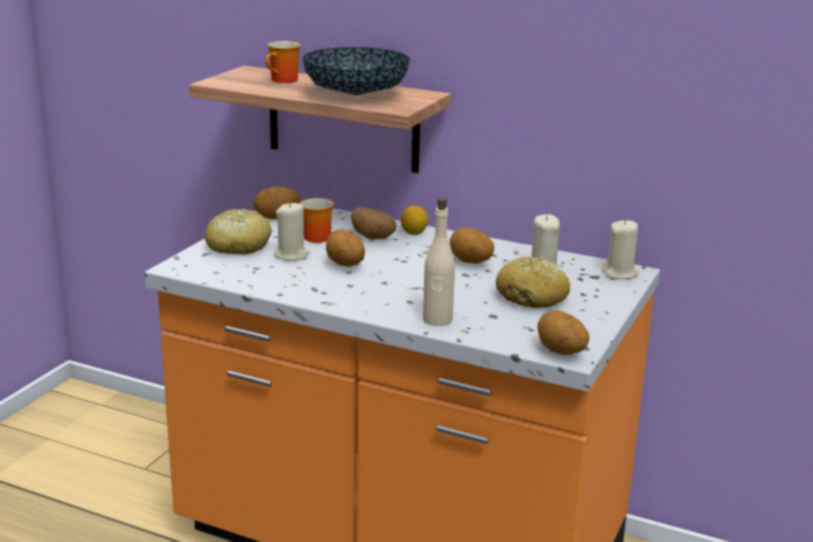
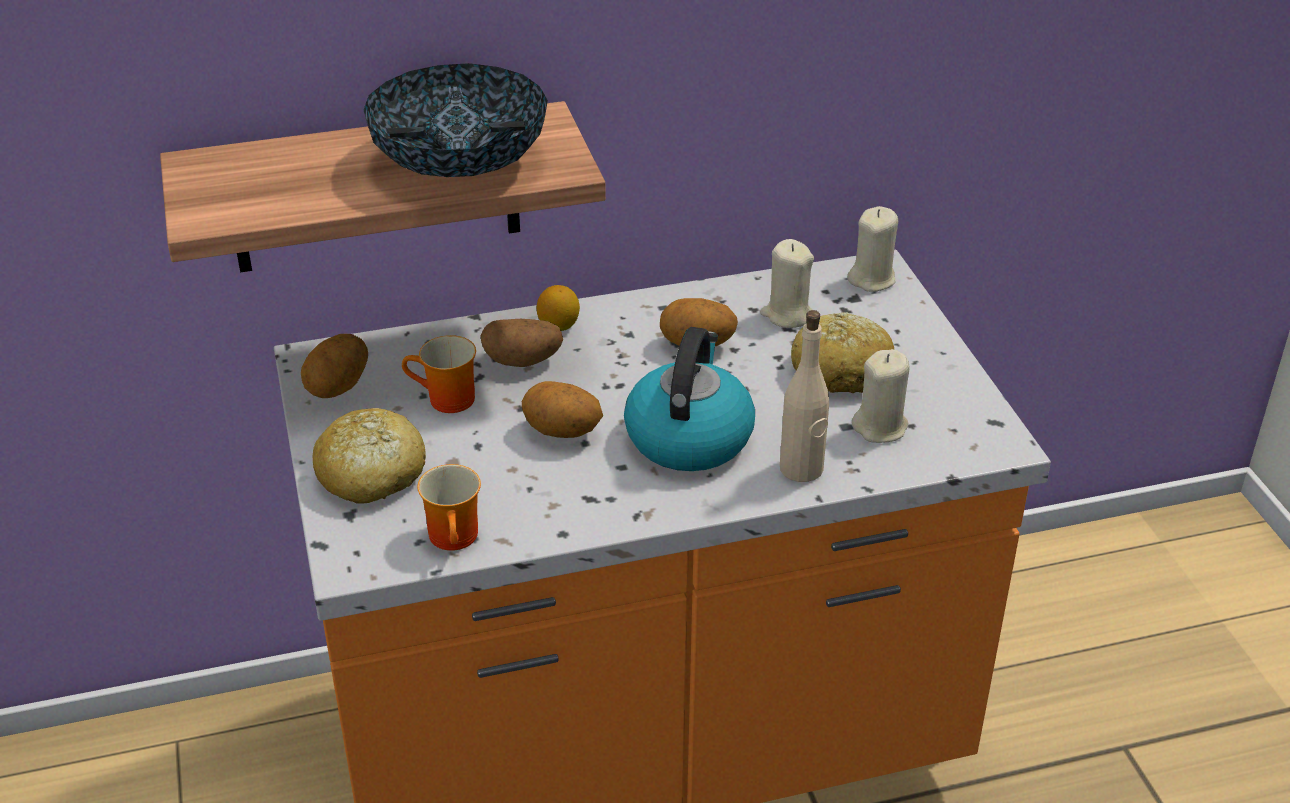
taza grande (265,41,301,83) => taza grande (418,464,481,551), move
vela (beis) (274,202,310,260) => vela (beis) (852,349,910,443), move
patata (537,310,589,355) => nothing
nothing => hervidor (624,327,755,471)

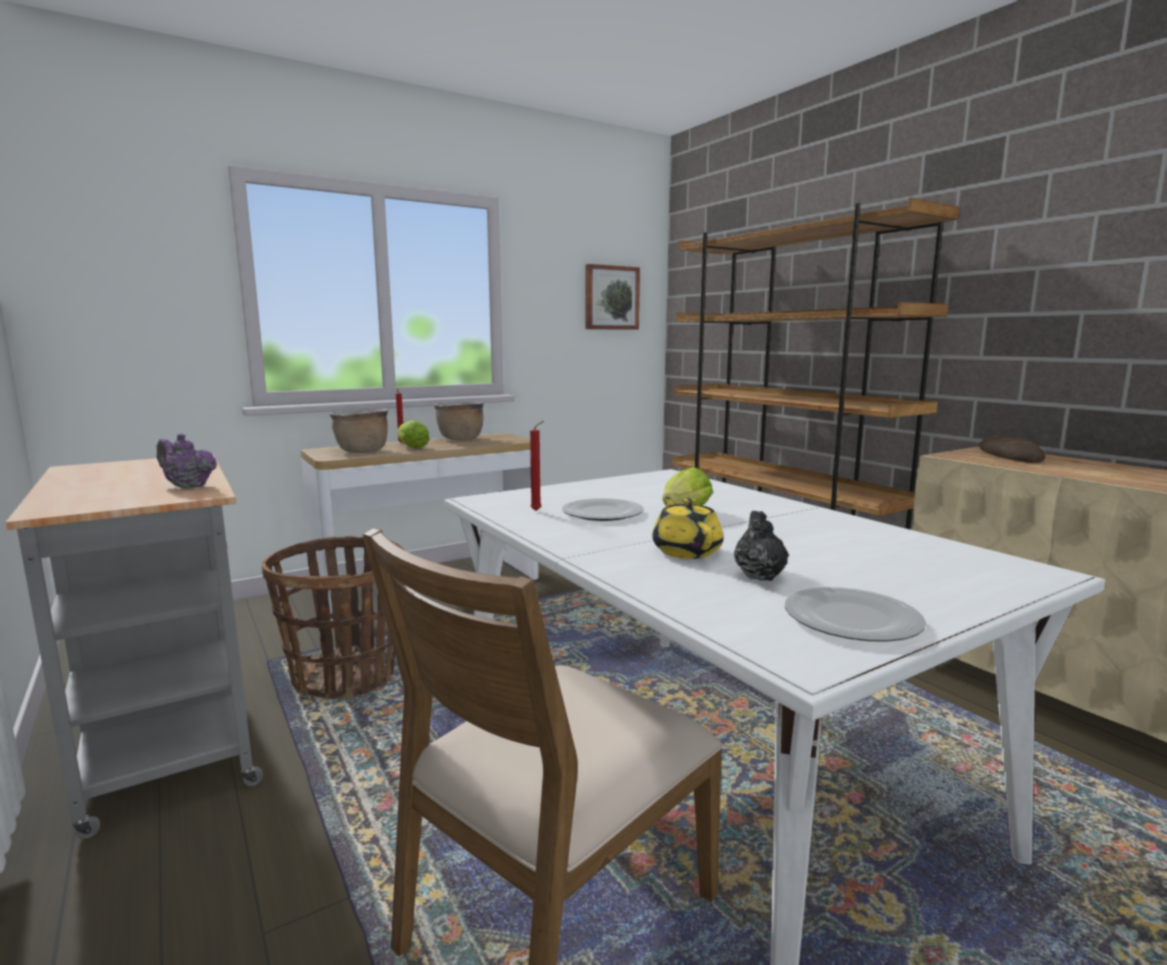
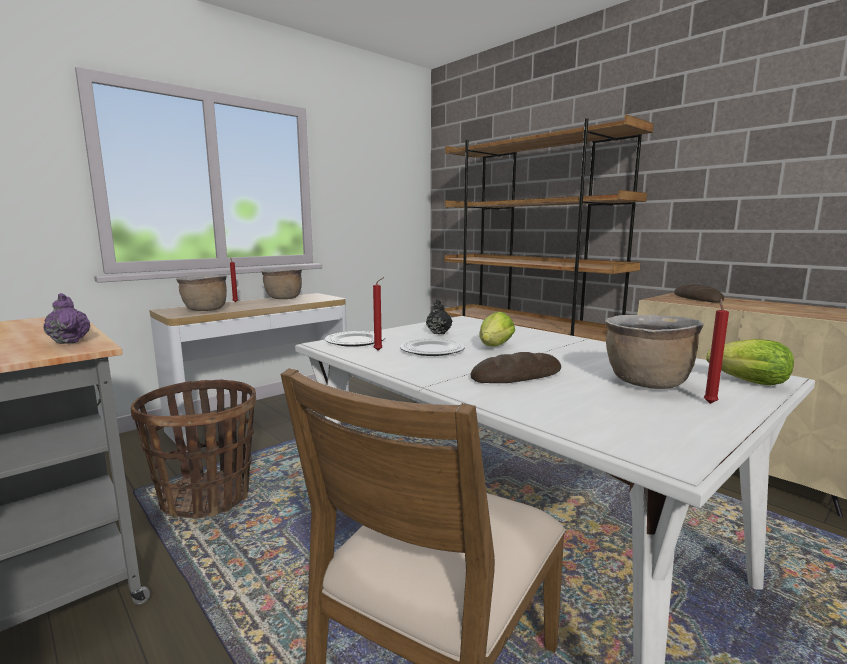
cuadro (586,264,640,330) => nothing
lechuga (397,420,430,449) => lechuga (706,339,794,385), move
tetera (morado) (157,434,217,489) => tetera (morado) (44,293,90,344), 45 degrees clockwise
tetera (amarillo) (652,497,723,559) => pan (471,352,561,383)
tetera (negro) (734,511,789,581) => tetera (negro) (426,300,452,334), move
plato (785,587,926,642) => plato (325,331,386,347), move
nothing => vela (rojo) (703,299,729,404)
nothing => olla (marrón) (605,315,704,389)

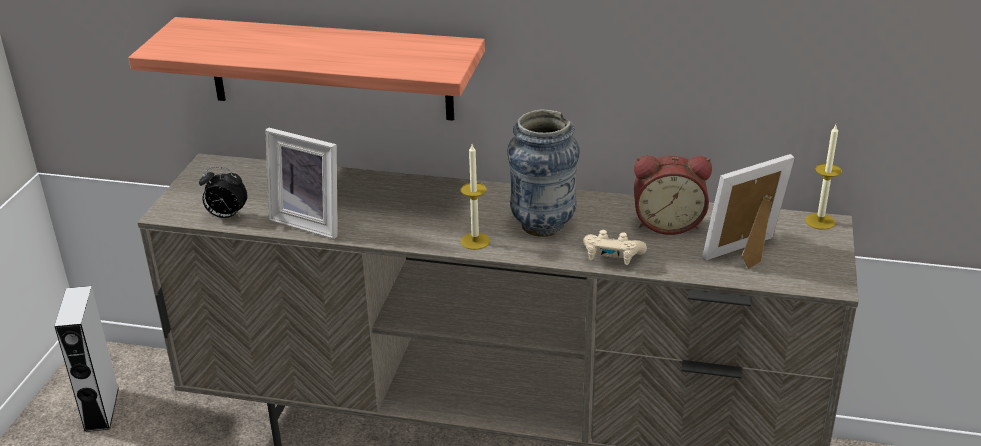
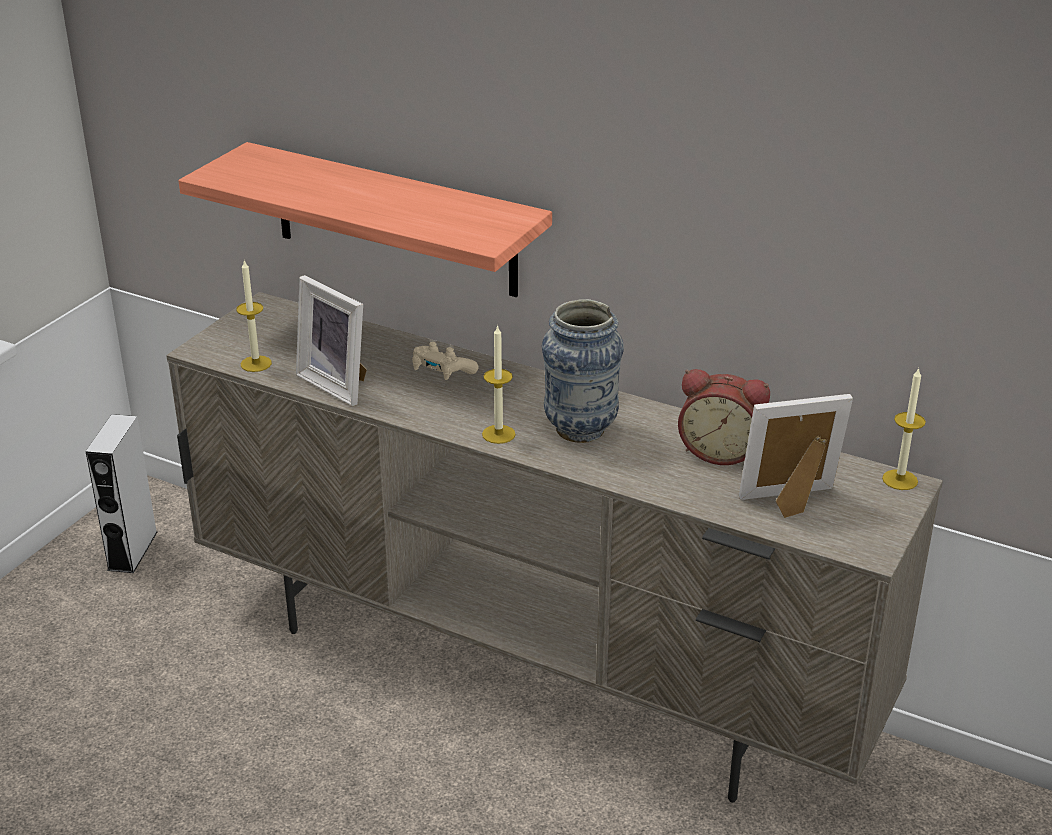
despertador (199,167,248,218) => vela (236,259,272,372)
mando de consola (beis) (583,230,647,265) => mando de consola (beis) (412,342,478,380), move

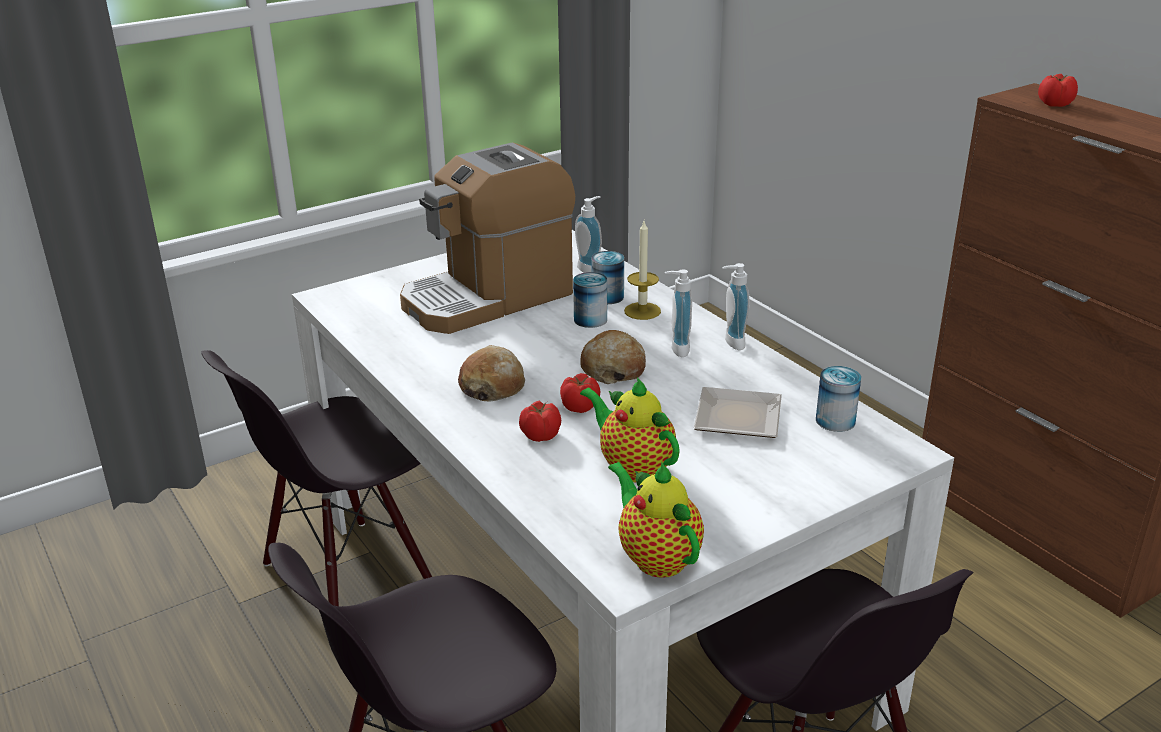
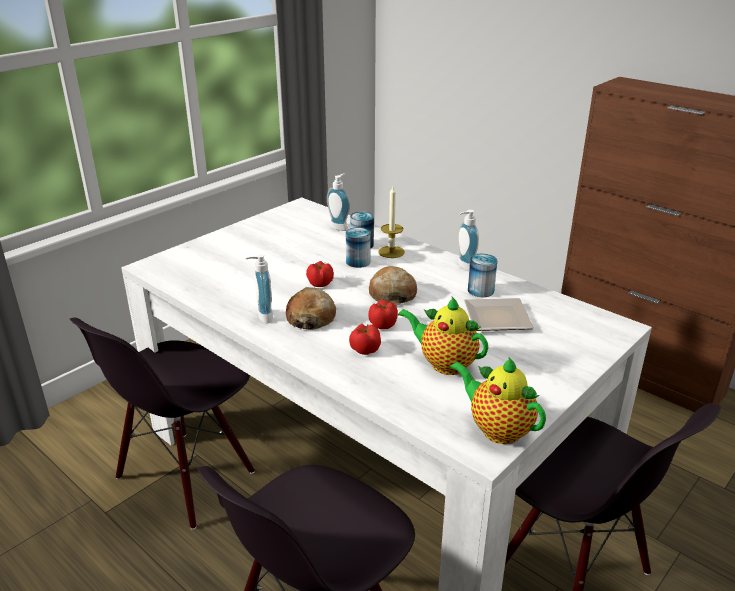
tomate (1038,74,1078,107) => tomate (306,261,334,287), move
cafetera (400,142,575,334) => nothing
dispensador de jabón (665,269,692,357) => dispensador de jabón (246,254,273,323), move
lata (816,366,861,432) => lata (468,254,497,297), move

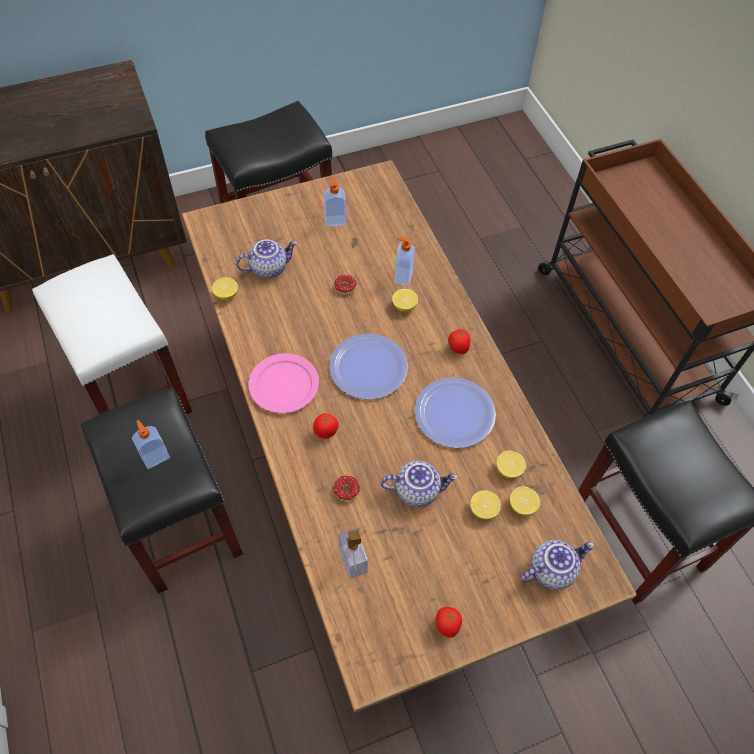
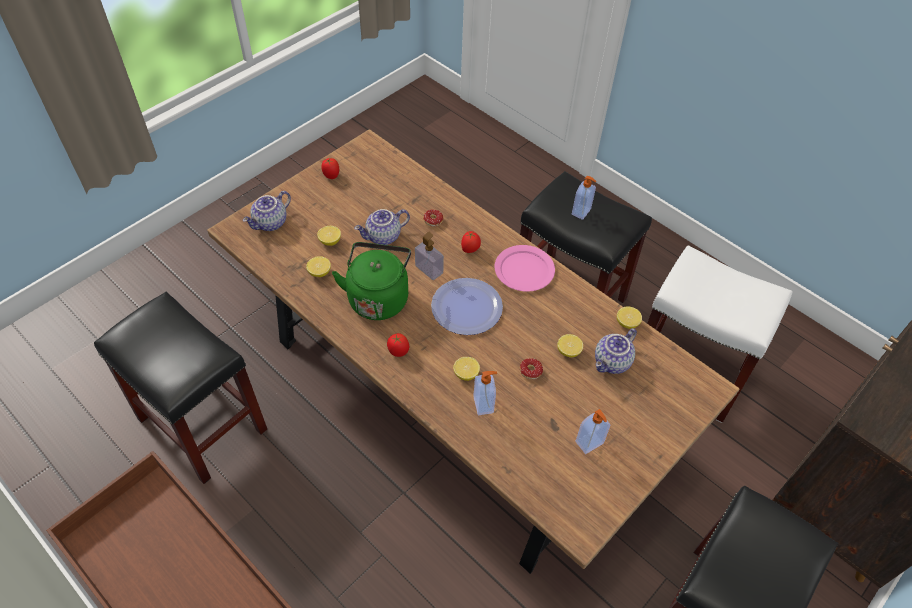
plato (414,377,496,448) => hervidor (verde) (332,242,411,320)
limón (510,486,540,516) => limón (557,334,583,358), move
dispensador de jabón (339,529,368,578) => dispensador de jabón (415,232,444,280), move

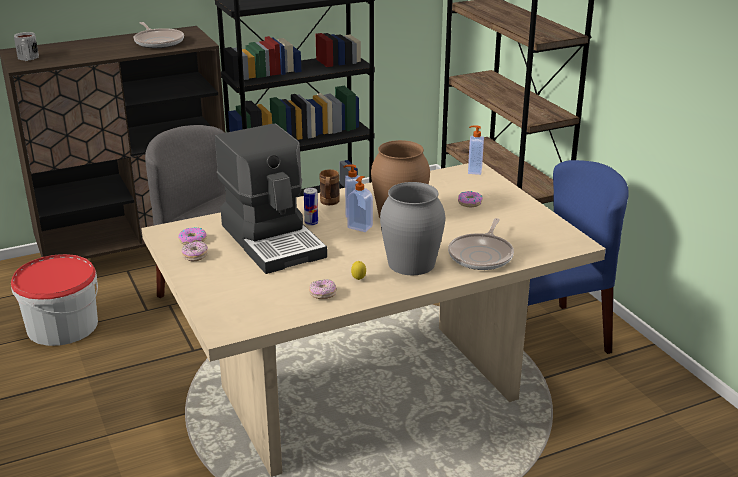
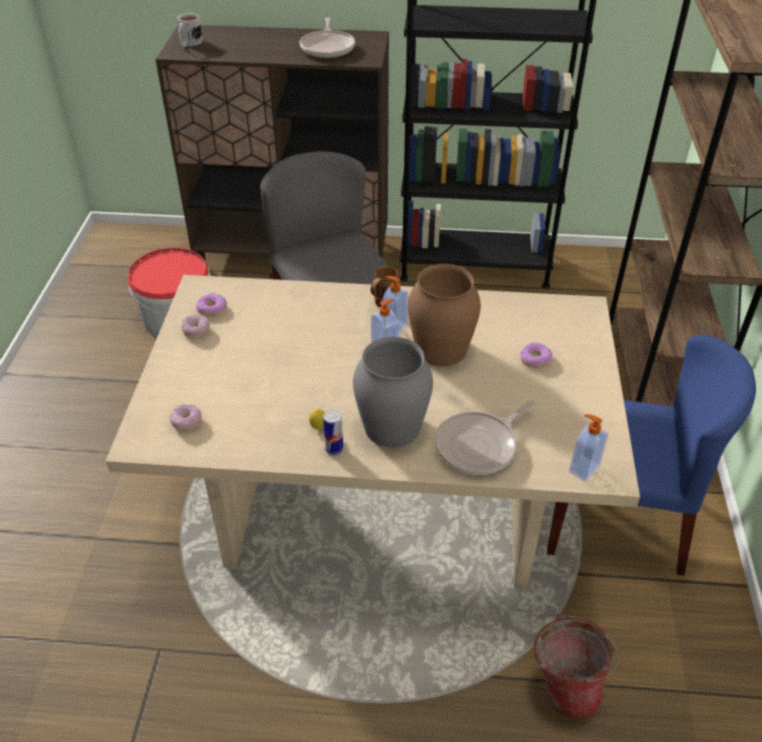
cafetera (215,123,327,274) => nothing
dispensador de jabón (468,125,484,175) => dispensador de jabón (569,414,608,482), move
lata (304,188,318,226) => lata (323,410,343,455), move
rosquilla (309,279,337,299) => rosquilla (170,404,201,431), move
nothing => cubo (534,614,618,719)

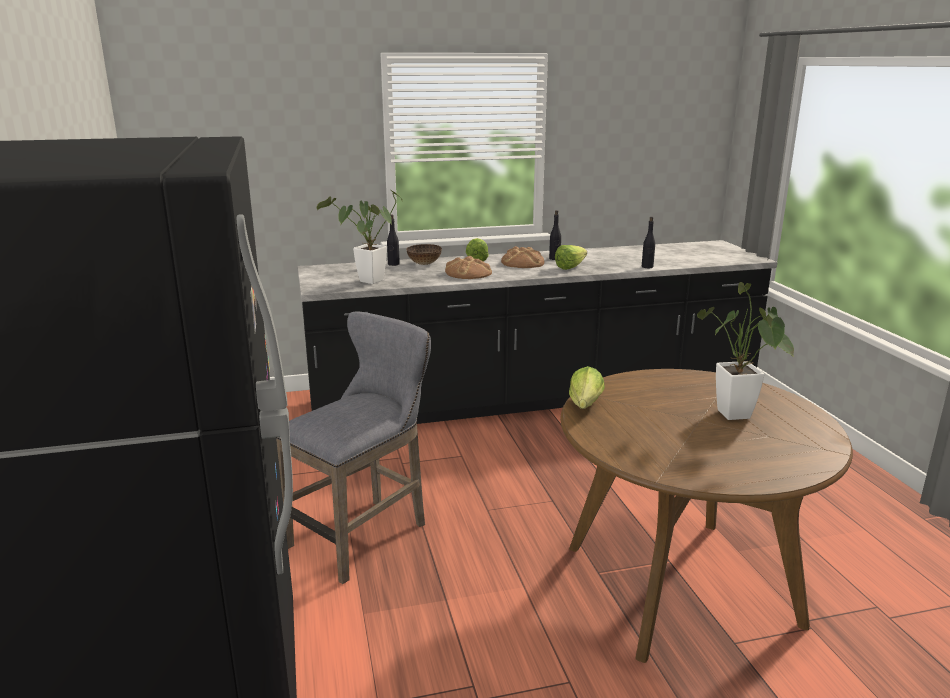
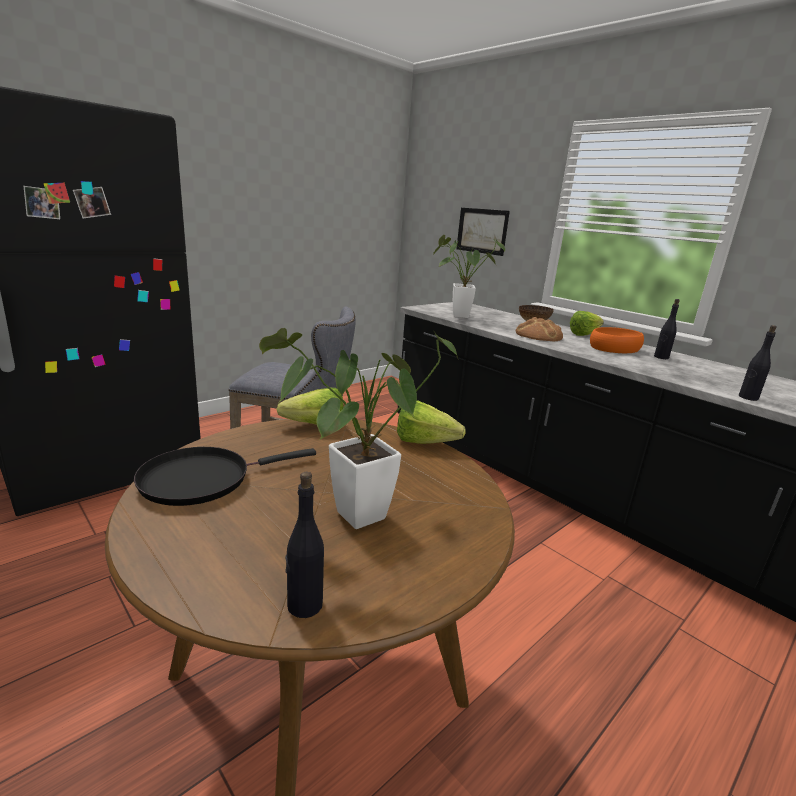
botella (negro) (387,215,400,266) => botella (negro) (285,472,324,618), move
lechuga (555,245,587,270) => lechuga (397,400,465,444), move
pan (501,246,544,268) => cuenco (naranja) (590,327,644,353)
nothing => cuadro (457,208,510,256)
nothing => sartén (negro) (134,447,316,506)

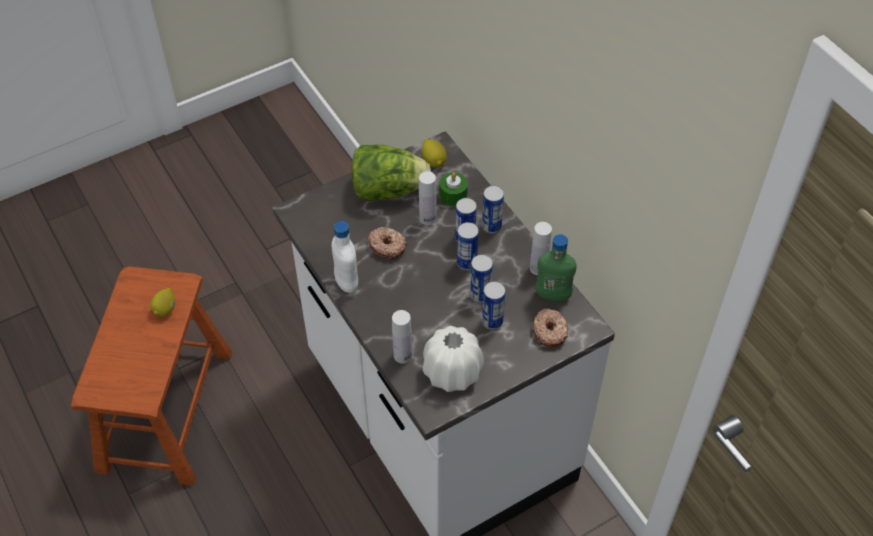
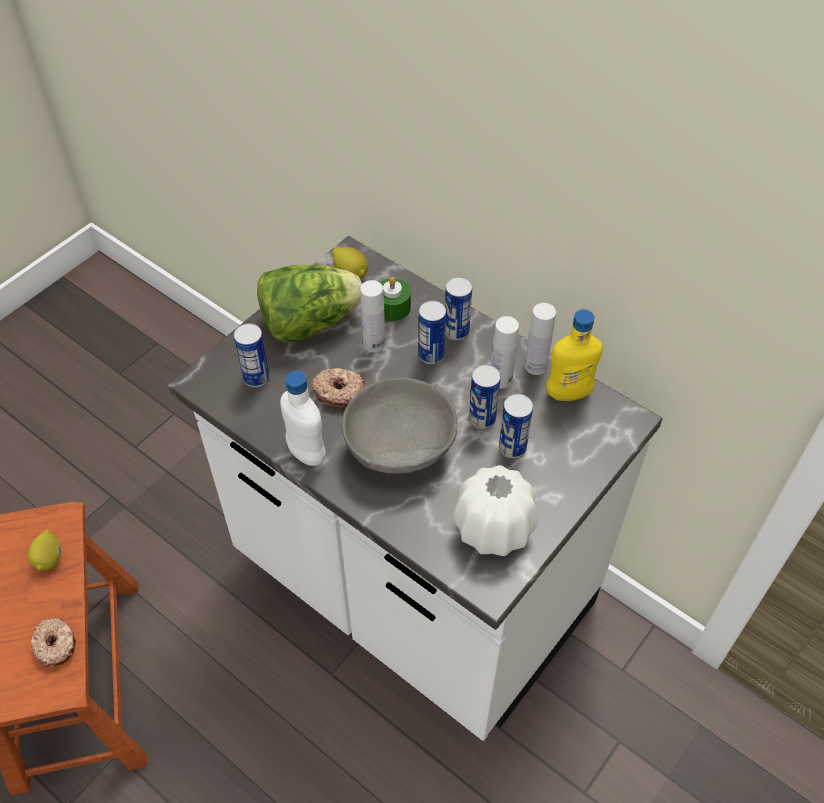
lata (457,222,479,271) => lata (234,323,270,388), move
botella (verde) (535,234,577,302) => botella (amarillo) (546,309,603,401)
rosquilla (533,309,568,347) => rosquilla (31,617,76,666), move
botella (blanco) (392,310,412,364) => botella (blanco) (491,316,519,388), move
nothing => cuenco (gris) (342,377,457,474)

